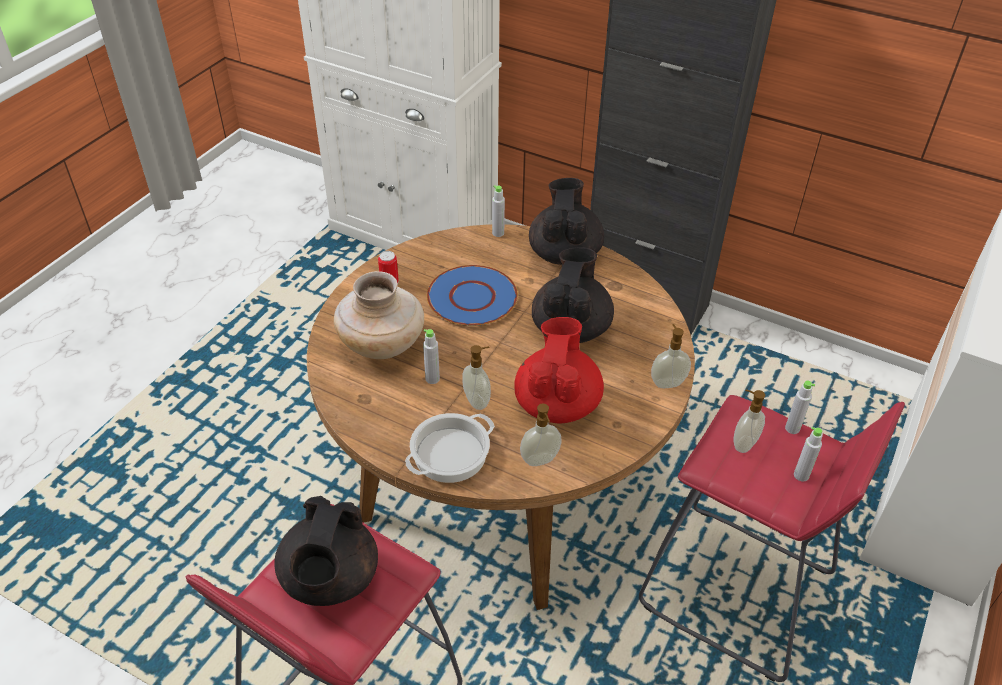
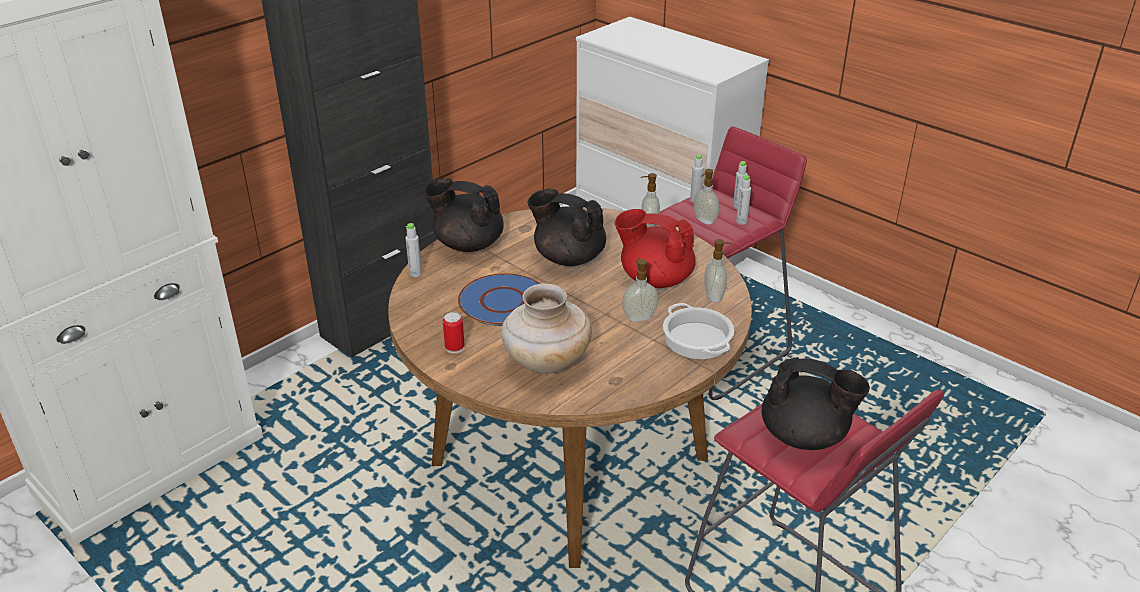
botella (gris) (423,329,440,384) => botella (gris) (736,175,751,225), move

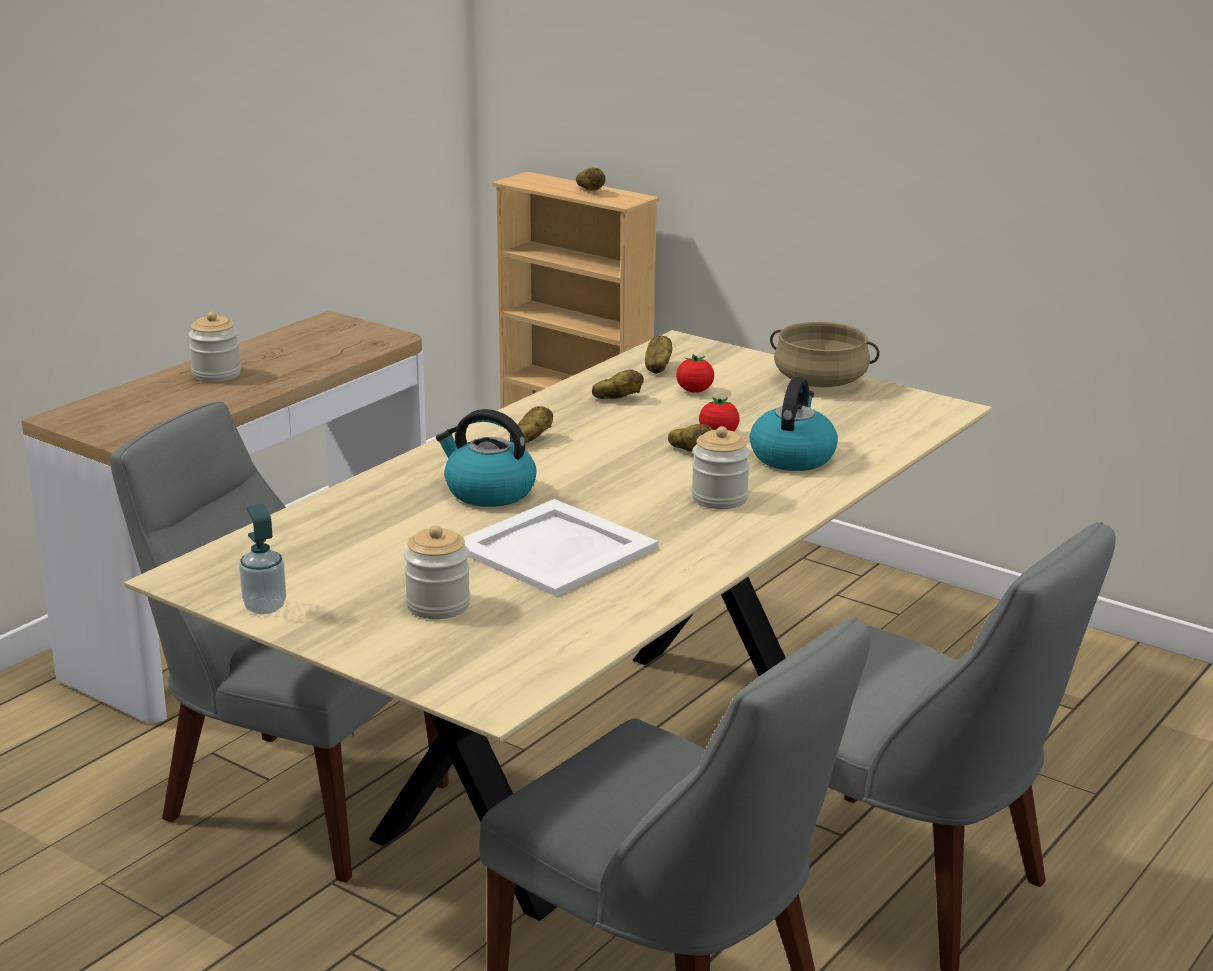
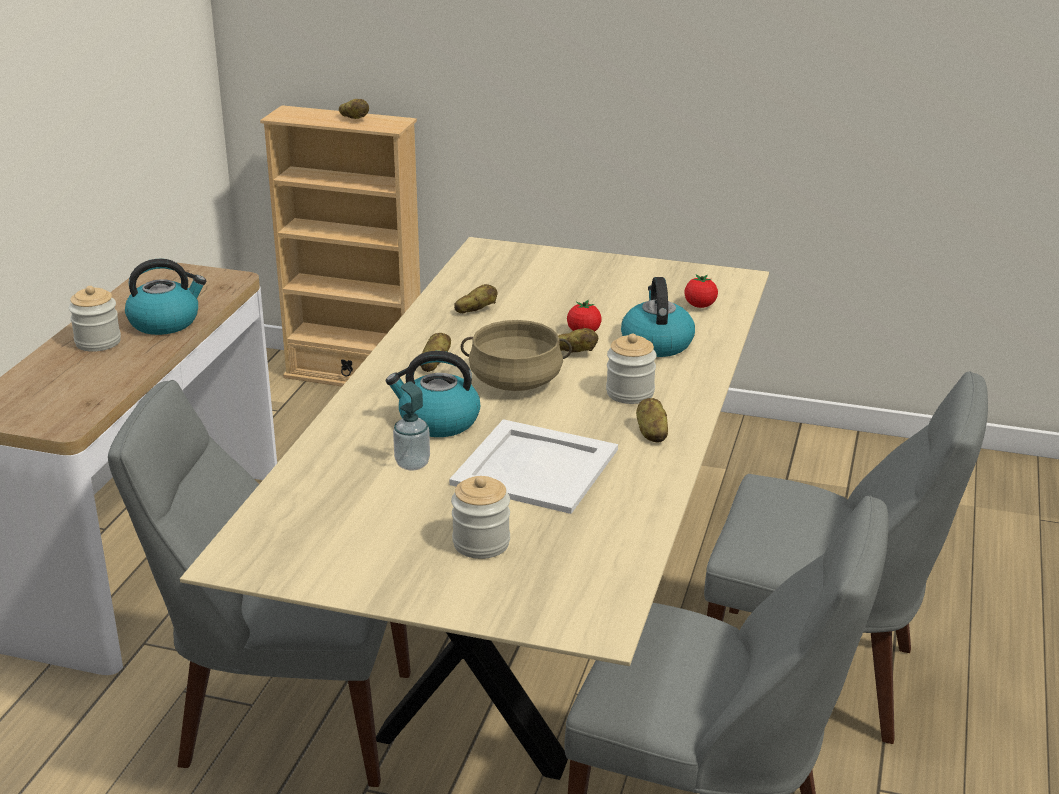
olla (beis) (770,322,880,387) => olla (beis) (461,320,572,391), move
patata (645,336,672,374) => patata (636,398,668,443), move
tomate (676,354,714,393) => tomate (684,274,718,308), move
dispensador de jabón (239,504,286,614) => dispensador de jabón (393,381,430,471), move
nothing => hervidor (125,258,206,335)

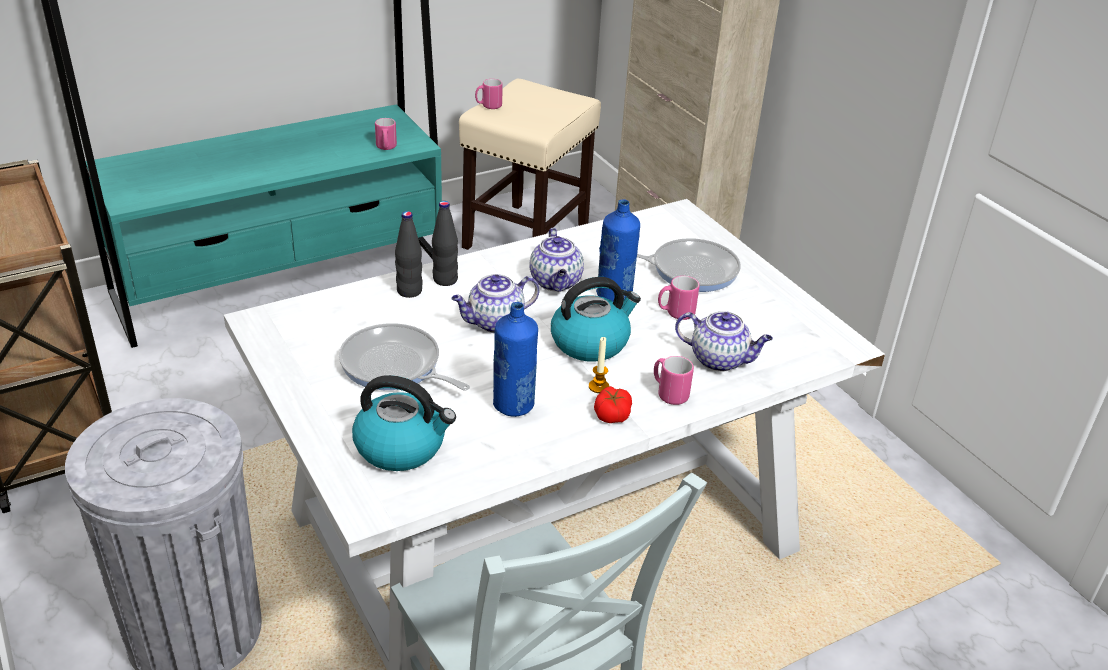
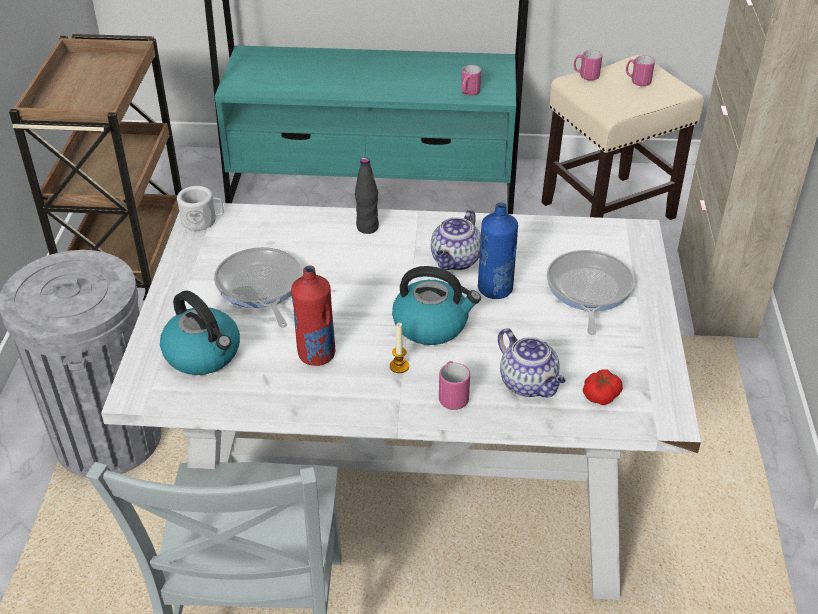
botella (negro) (395,211,423,298) => nothing
sartén (637,238,741,292) => sartén (547,250,635,335), 120 degrees counterclockwise
tetera (451,274,539,333) => nothing
taza grande (rosa) (658,276,700,320) => taza grande (rosa) (626,55,655,86), move
botella (azul) (493,302,538,417) => botella (rojo) (291,265,336,366)
tomate (594,386,632,423) => tomate (583,369,623,405), move
nothing => taza grande (blanco) (177,186,224,231)

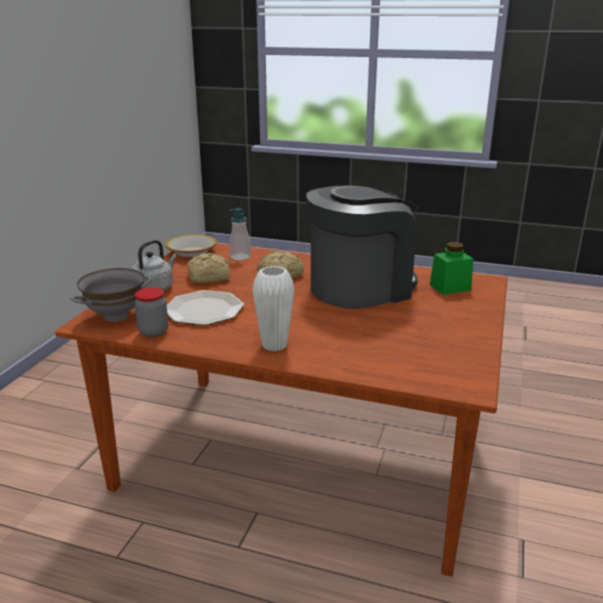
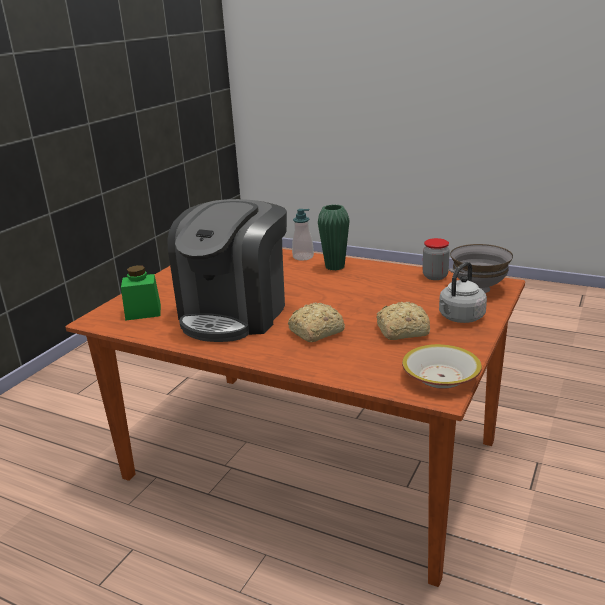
cafetera (306,186,419,309) => cafetera (167,199,287,342), 45 degrees counterclockwise
dispensador de jabón (229,208,251,260) => dispensador de jabón (292,209,314,261), move
florero (blanco) (252,266,295,351) => florero (verde) (318,204,350,270)
plato (167,290,244,325) => nothing

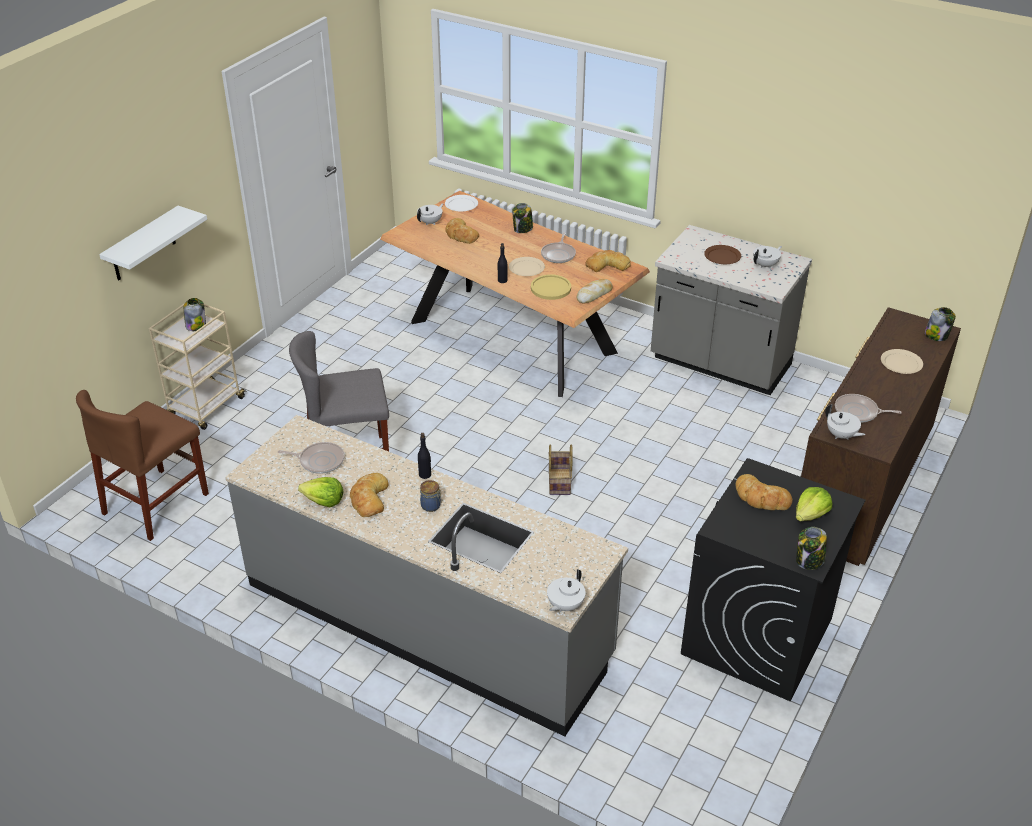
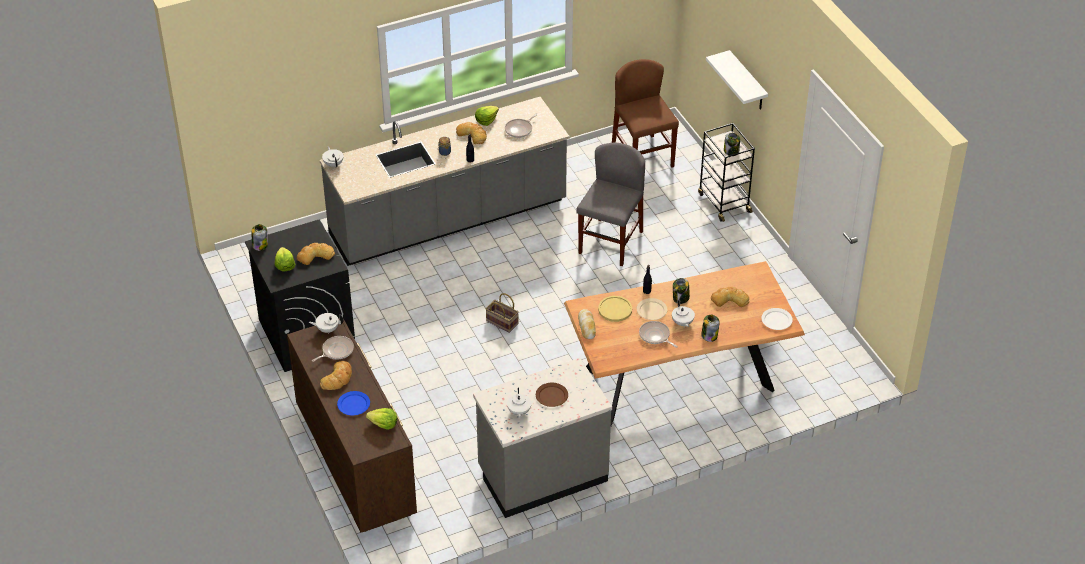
tetera (blanco) (417,203,443,225) => tetera (blanco) (672,300,695,327), move
pan (585,250,631,272) => pan (320,361,352,390), move
carrito (beis) (149,304,247,430) => carrito (negro) (698,123,755,222)
tarro (925,307,956,341) => tarro (673,278,690,304), move
plato (beis) (881,349,923,374) => plato (azul) (337,391,370,415)
nothing => lechuga (366,408,398,430)

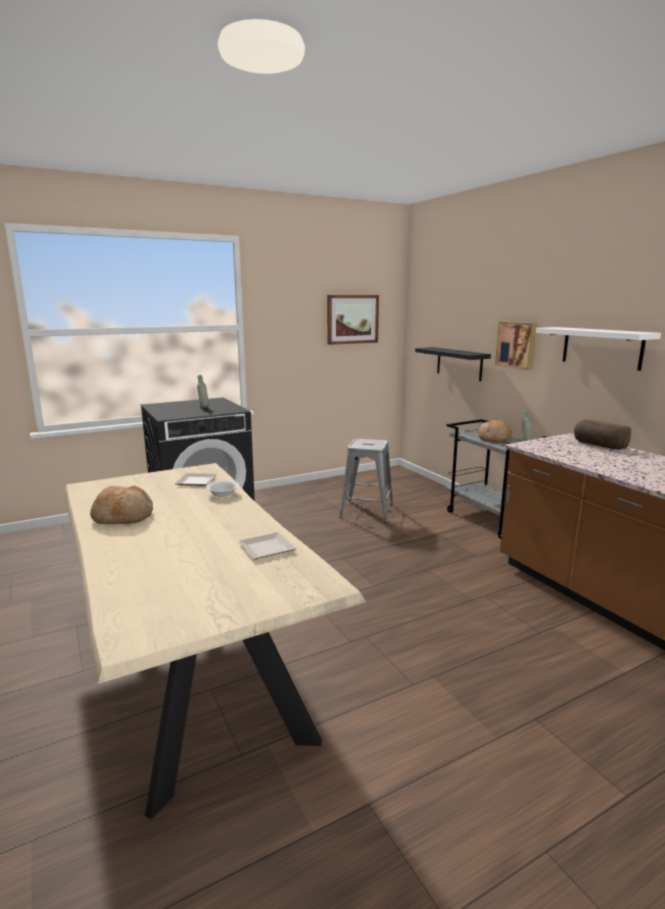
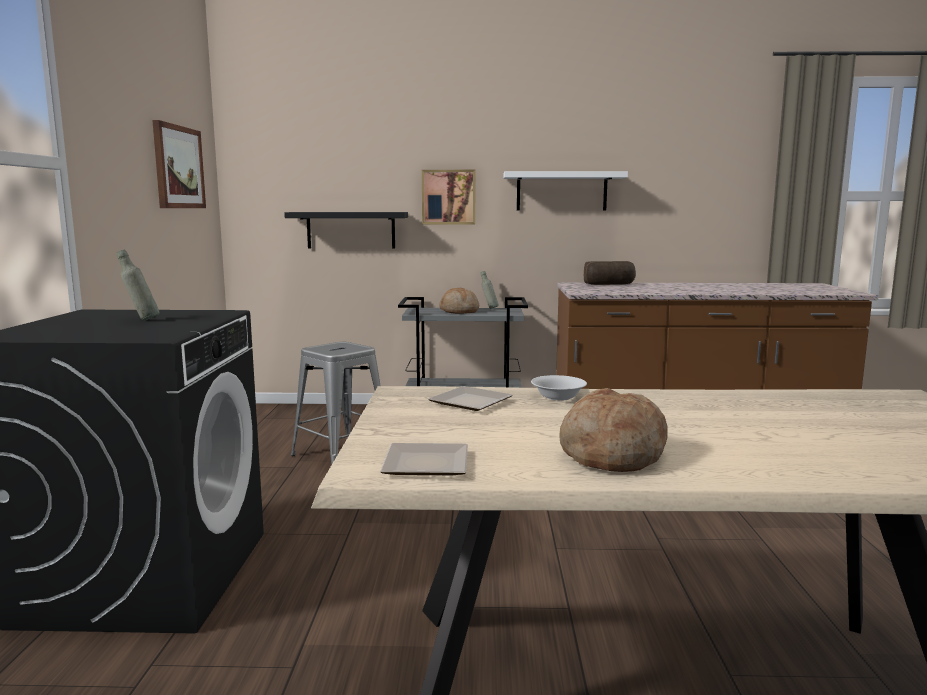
plato (239,532,296,559) => plato (380,443,468,475), move

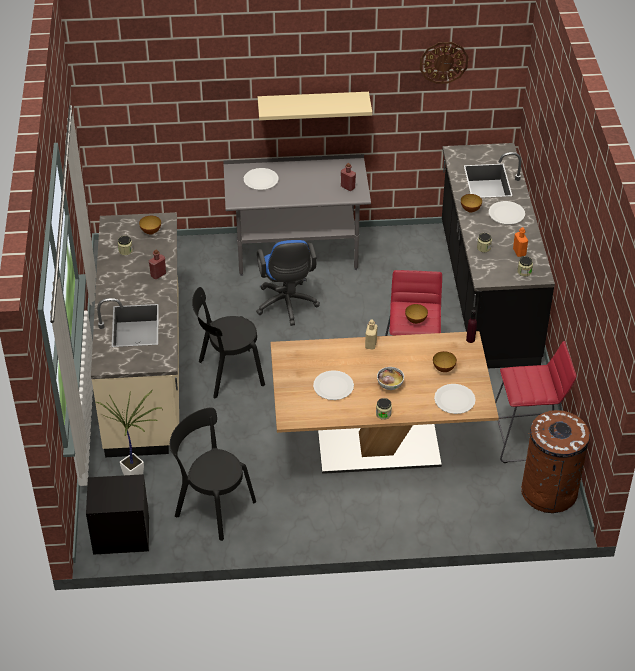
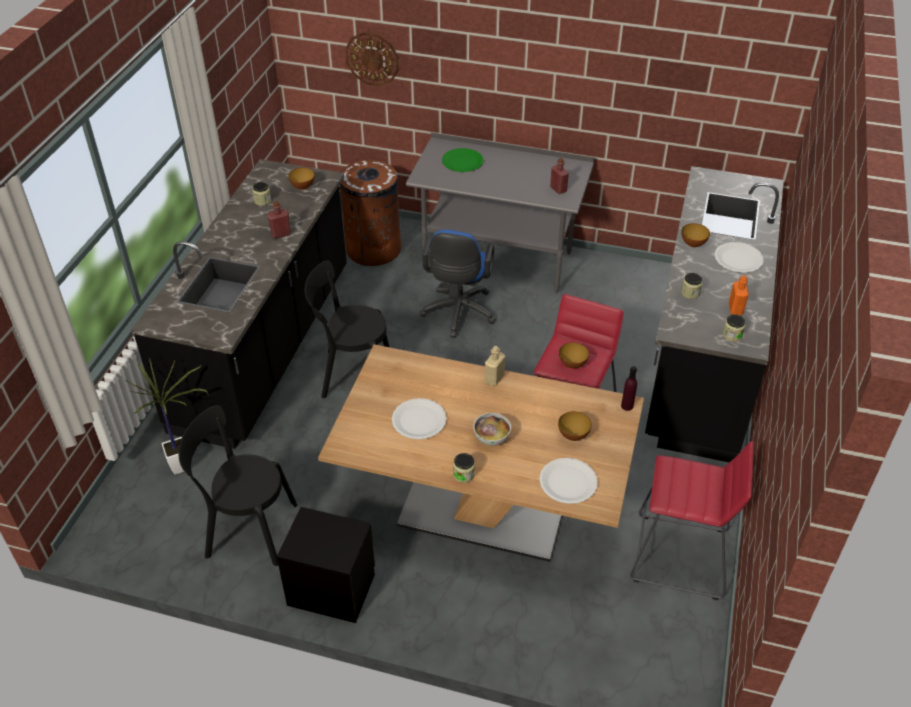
reloj de pared (420,42,468,84) => reloj de pared (345,32,399,86), move
estante (beis) (258,92,372,120) => nothing
plato (blanco) (244,168,279,190) => plato (verde) (442,148,484,172)
mueble bajo de cocina (beis) (91,212,179,457) => mueble bajo de cocina (negro) (131,159,347,449)
silla (negro) (170,408,256,541) => silla (negro) (179,405,297,566), 45 degrees counterclockwise
papelera (marrón) (521,410,590,513) => papelera (marrón) (339,160,401,266), move
mesita de noche (negro) (86,474,149,555) => mesita de noche (negro) (277,507,375,623), move

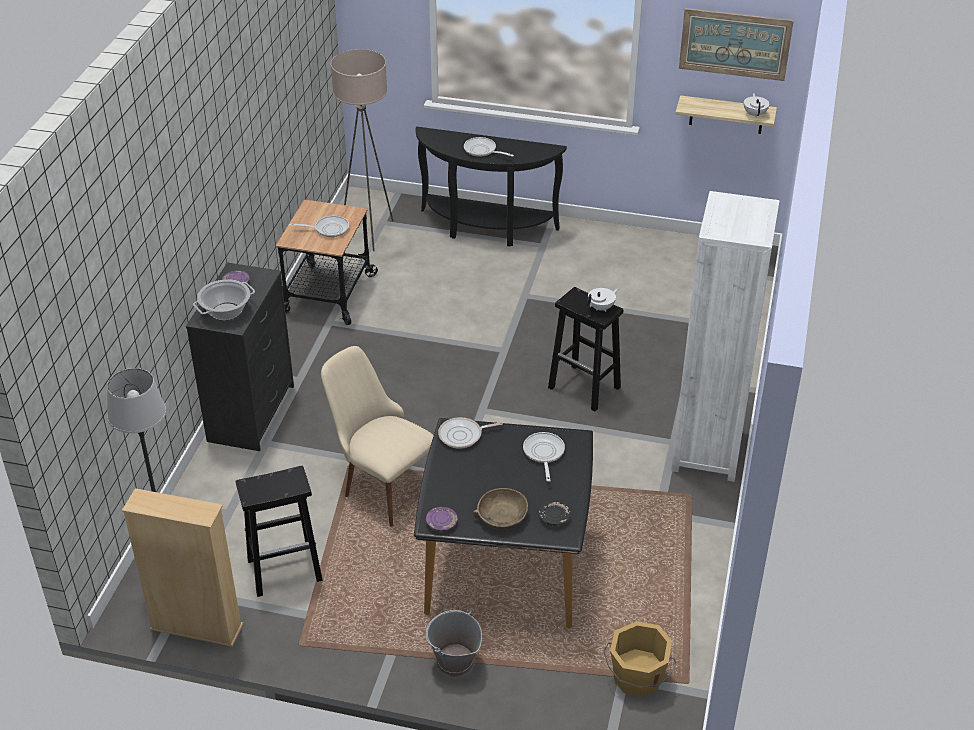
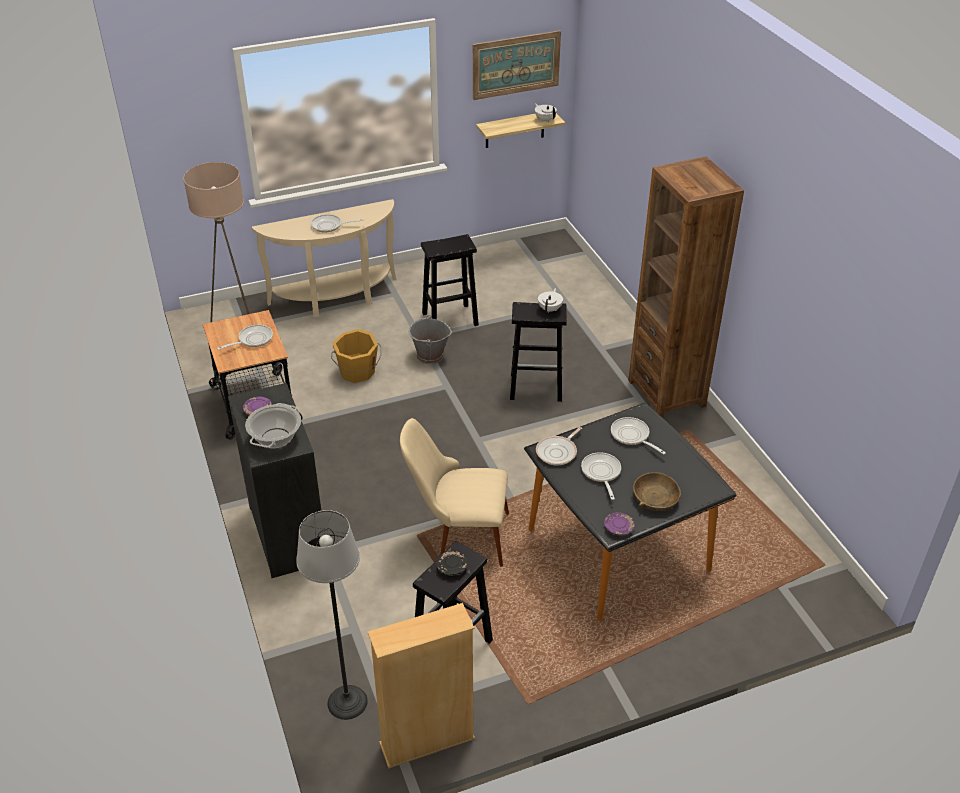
mesa consola (negro) (416,126,567,247) => mesa consola (beis) (252,199,396,317)
estantería (blanco) (671,191,779,482) => estantería (marrón) (628,156,744,418)
plato (negro) (539,502,571,526) => plato (negro) (436,551,468,576), move
cubo (gris) (426,610,482,677) => cubo (gris) (408,315,452,364), move
cubo (naranja) (603,621,676,697) => cubo (naranja) (331,329,381,383), move
nothing => taburete (negro) (421,234,479,326)
nothing => sartén (581,452,621,500)

